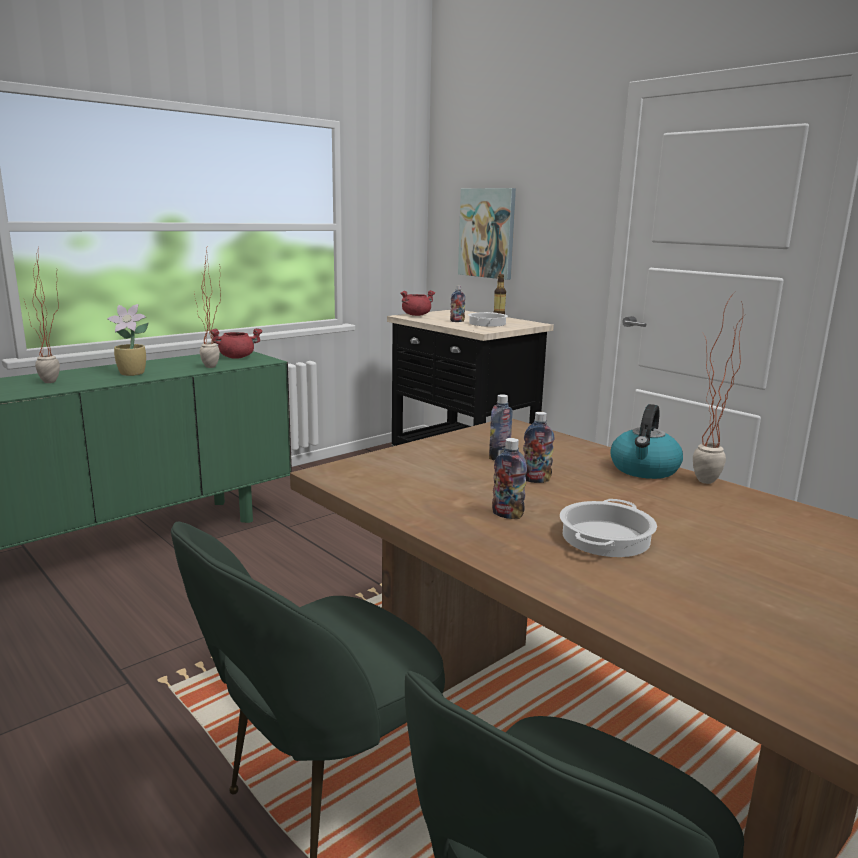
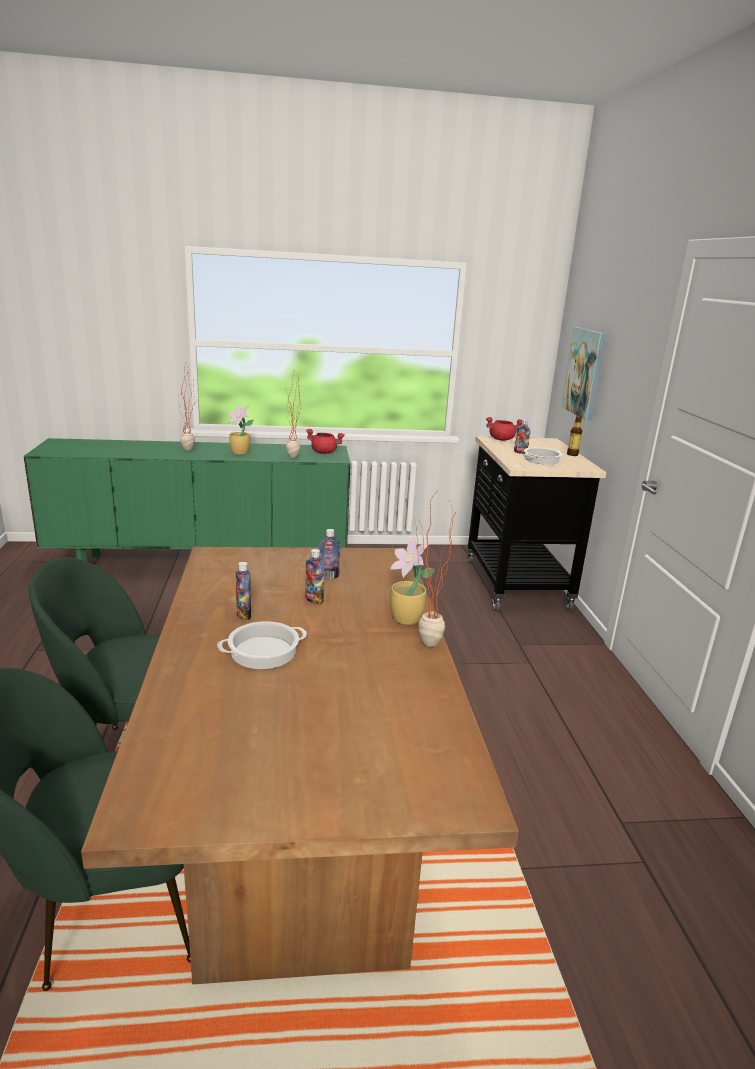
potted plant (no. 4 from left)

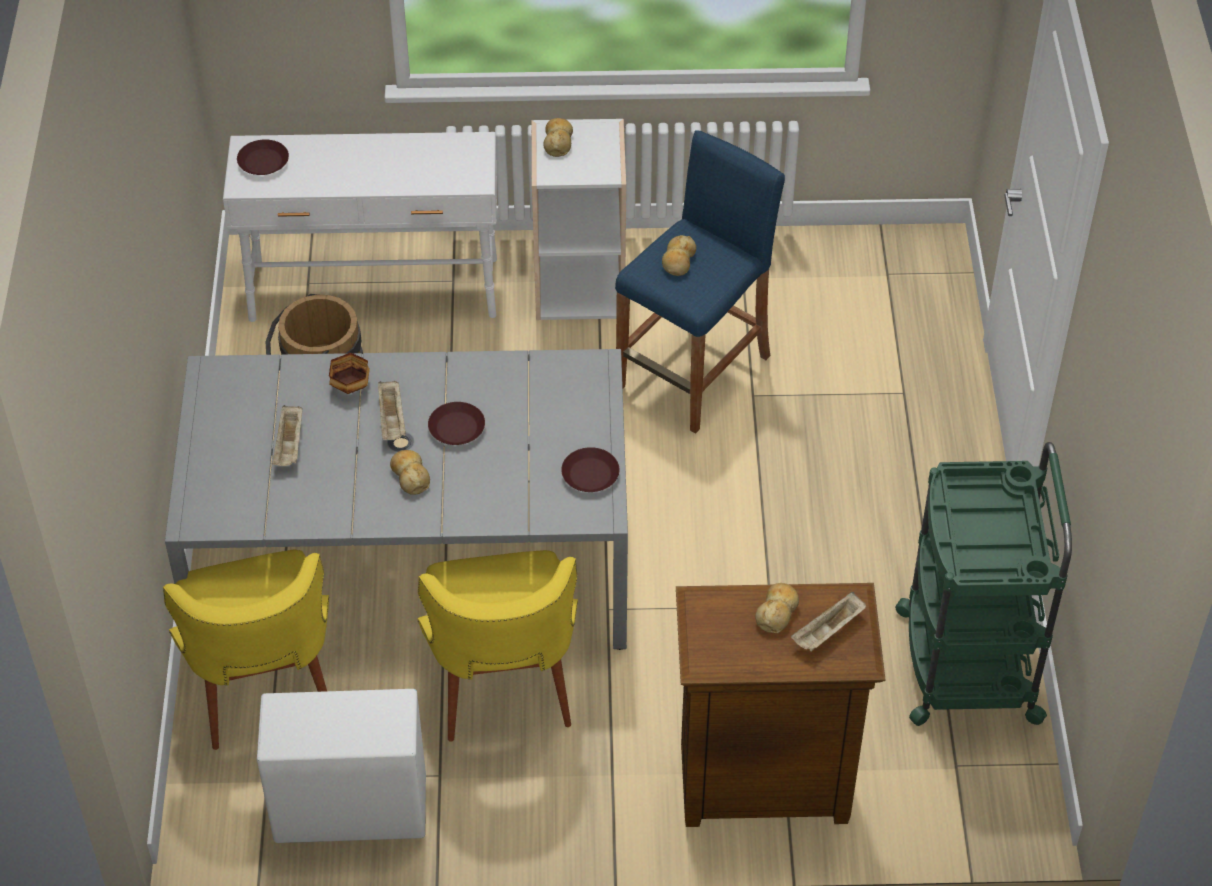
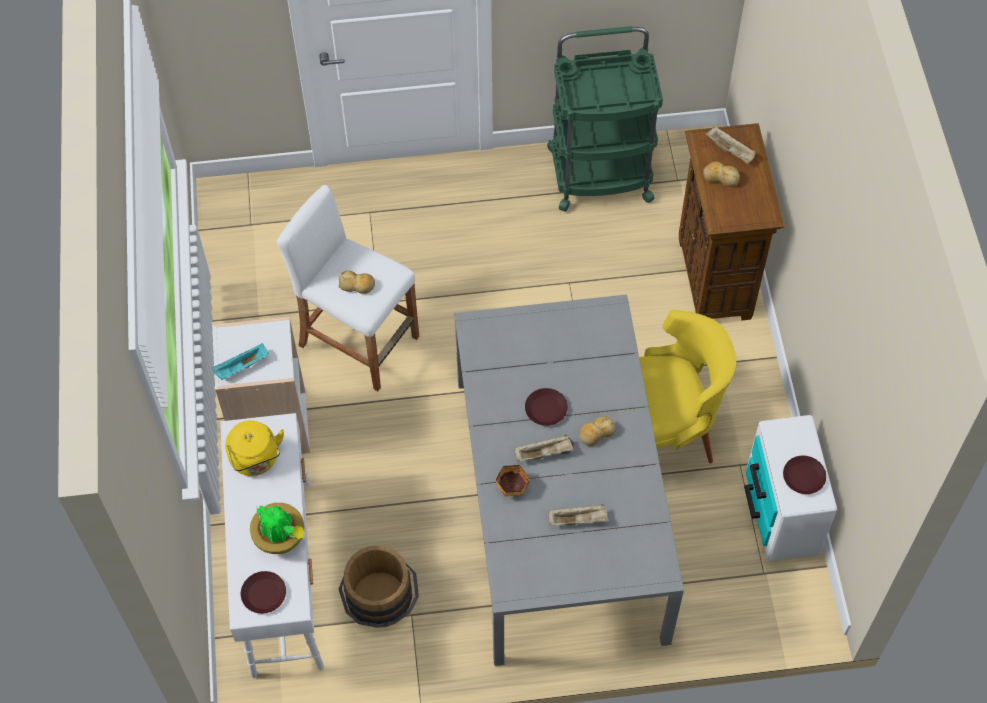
tray in turquoise
stool in white
plate in brown (no. 3 from left)
chair in yellow (no. 1 from left in the first image)
kettle in yellow
potted plant

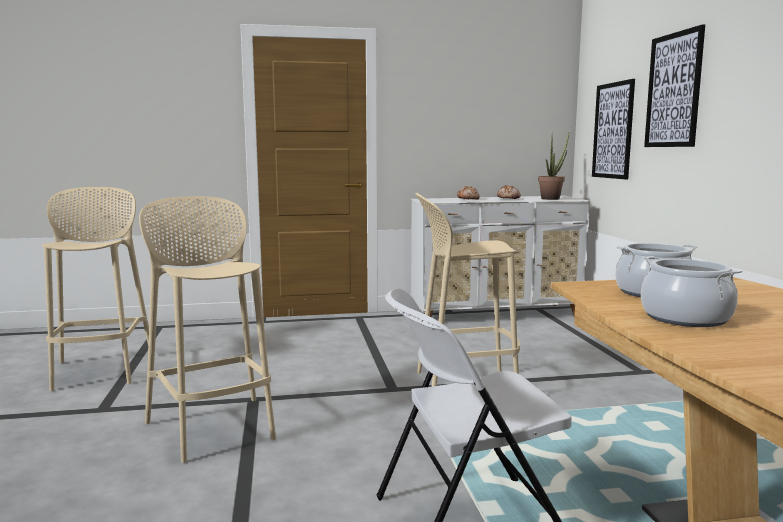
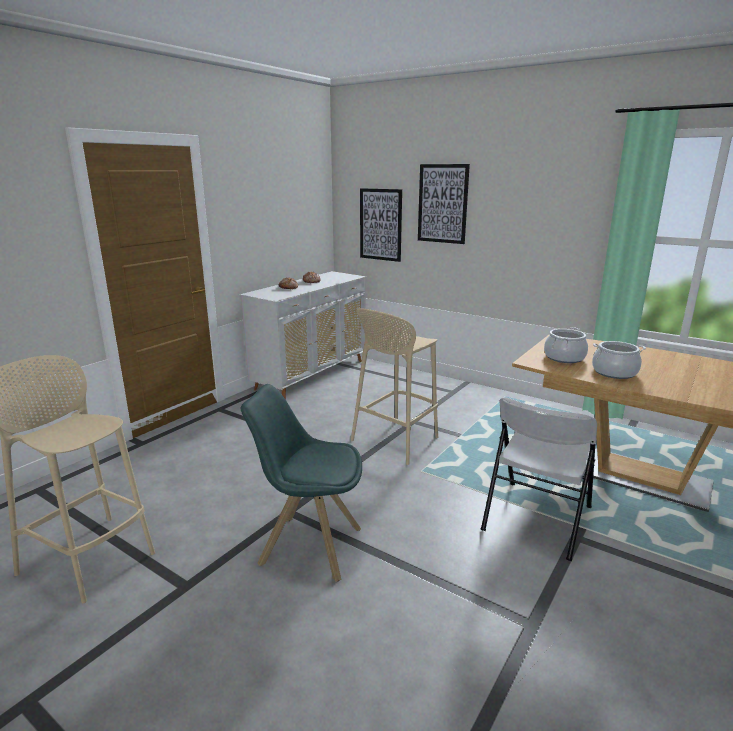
potted plant
chair in turquoise

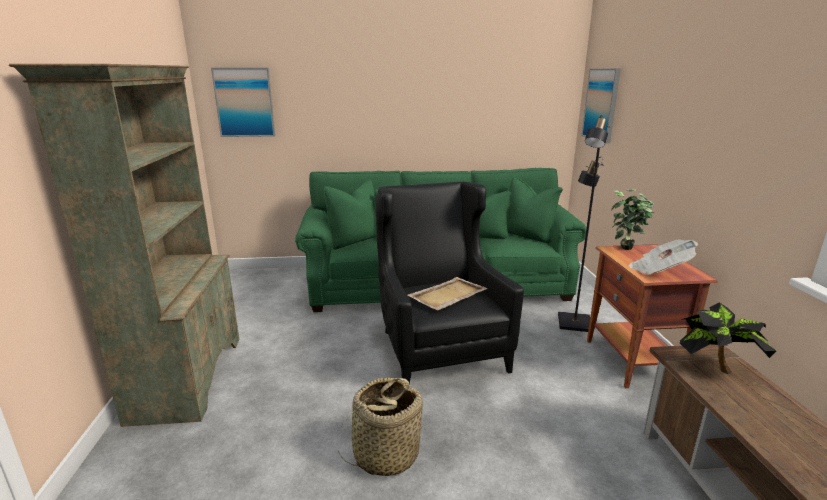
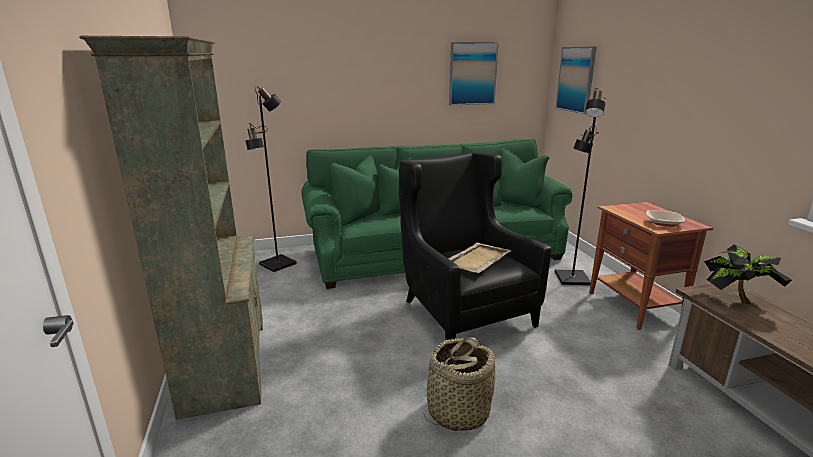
picture (no. 1 from left)
potted plant (no. 1 from left in the first image)
bowl
floor lamp in black (no. 1 from left)

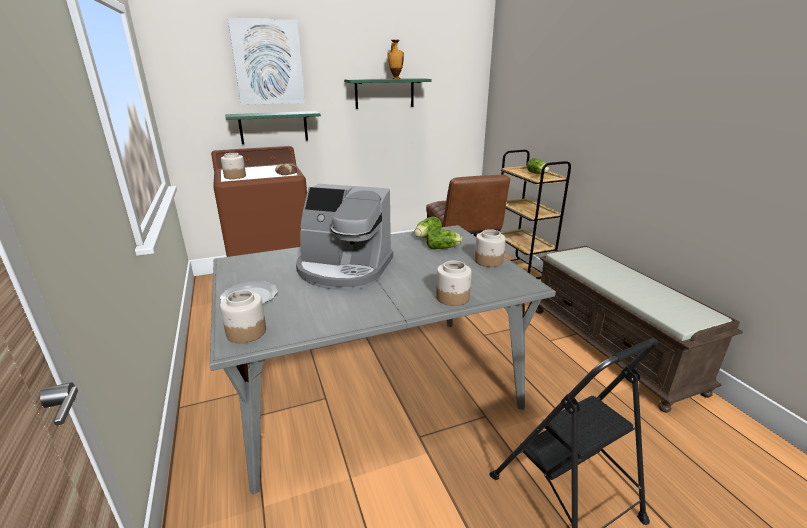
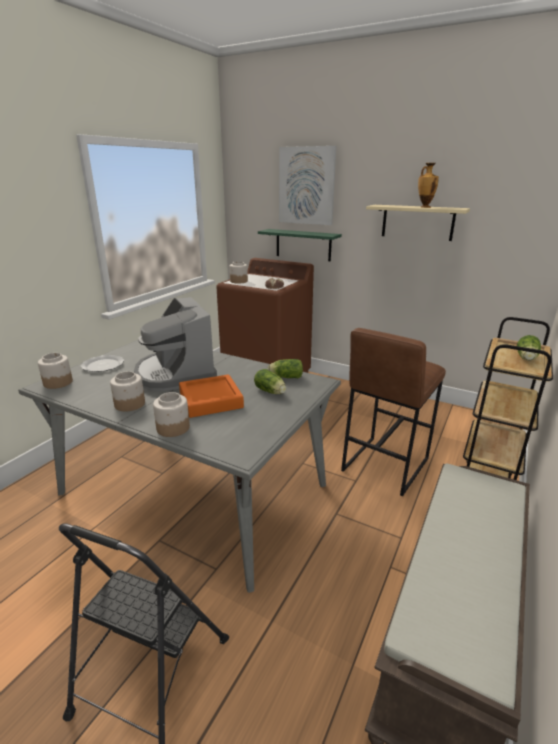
shelf in beige
jar (no. 2 from left)
tray in orange

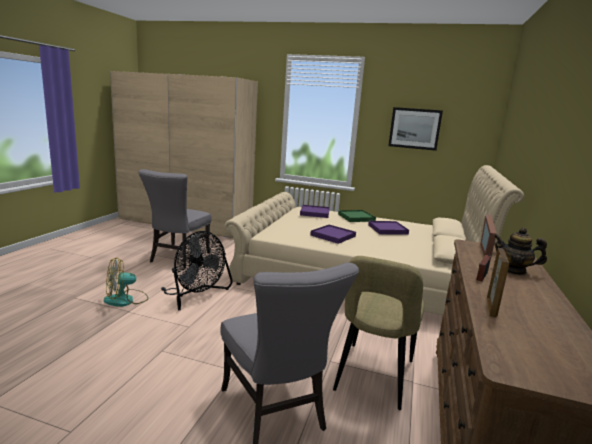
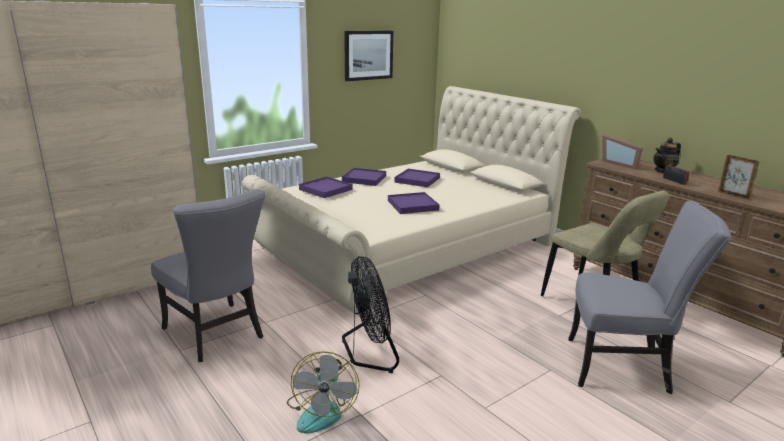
tray in purple (no. 2 from left)

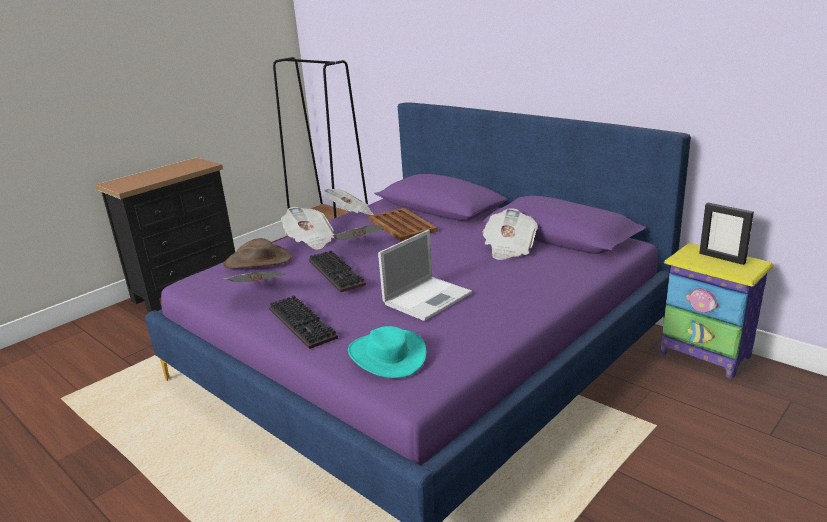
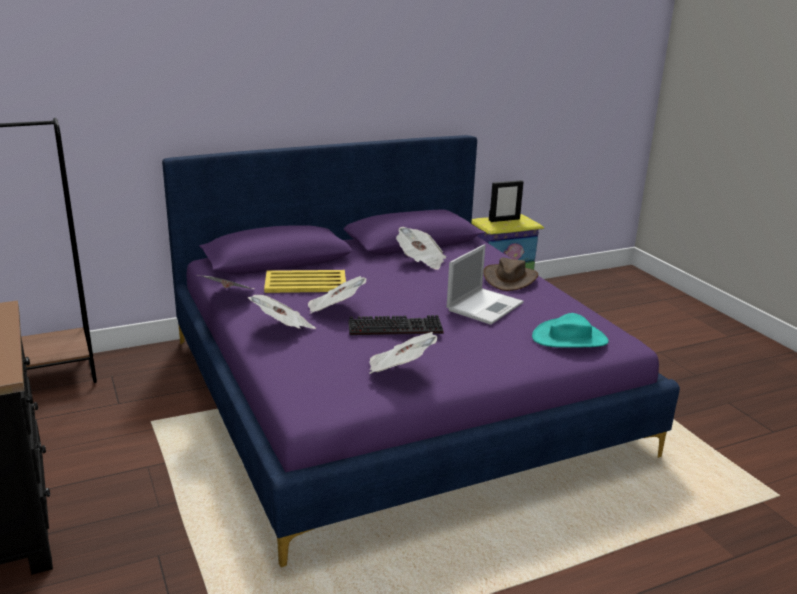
tray in yellow
laptop
hat in brown
keyboard (no. 1 from left in the first image)

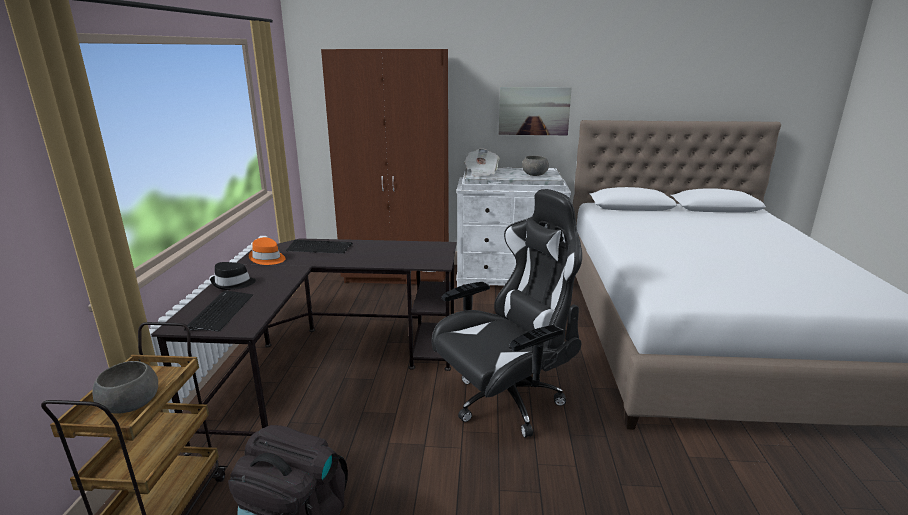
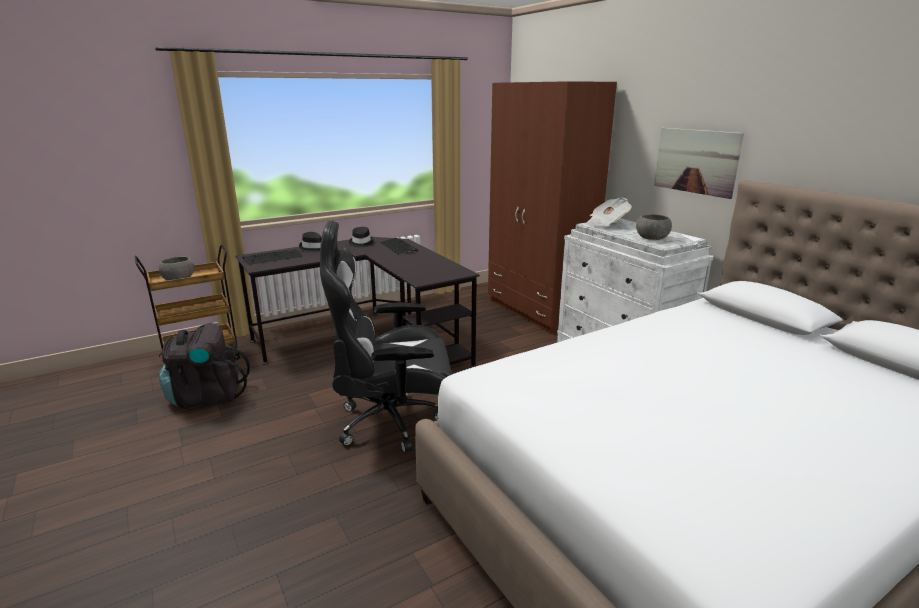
office chair in black
hat in black (no. 2 from left)

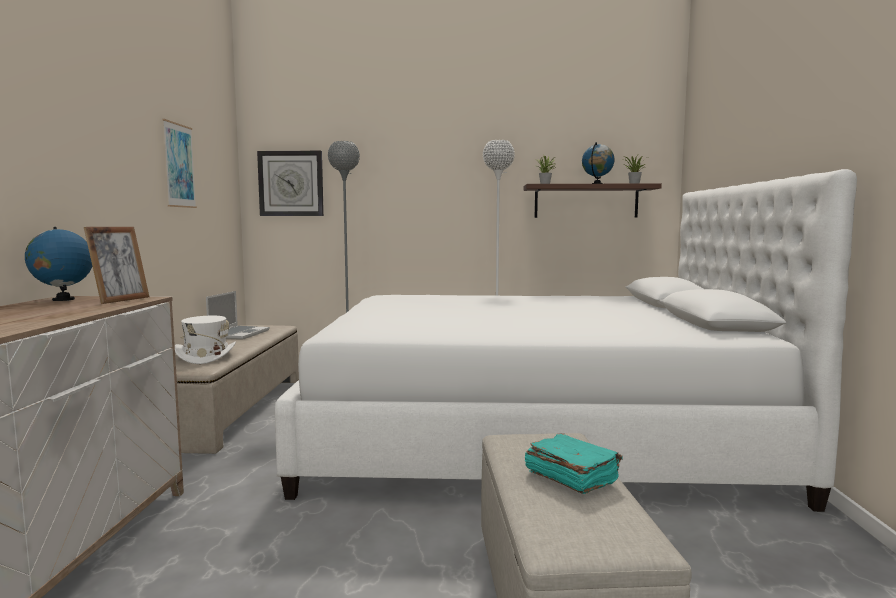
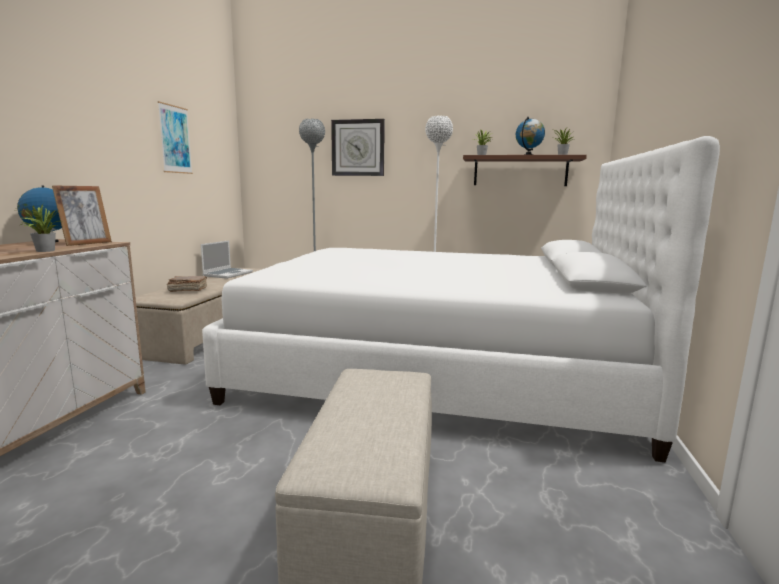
wall clock
book in brown
book in turquoise
potted plant (no. 1 from left)

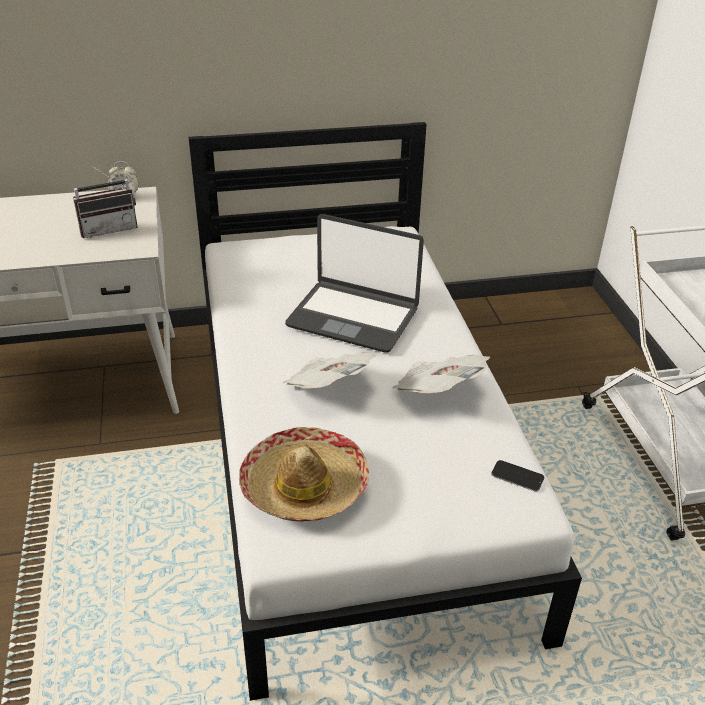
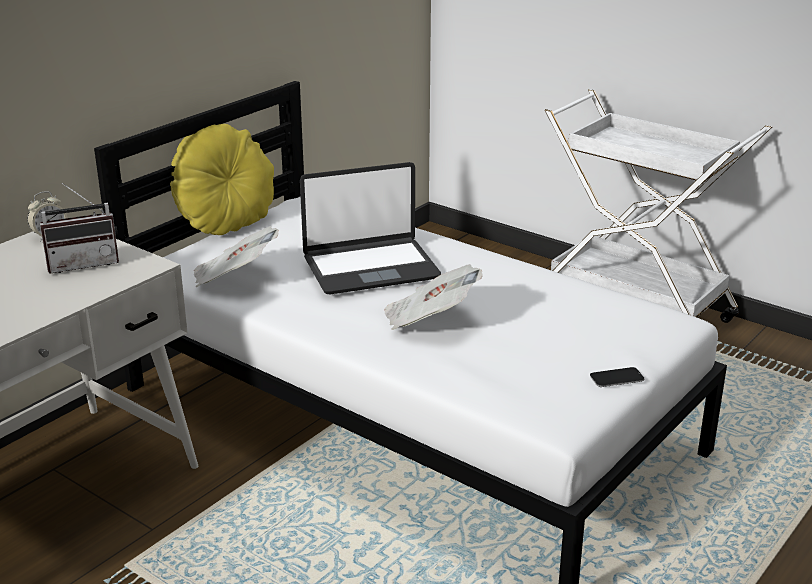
radio
newspaper (no. 1 from left)
hat
phone
pillow in yellow

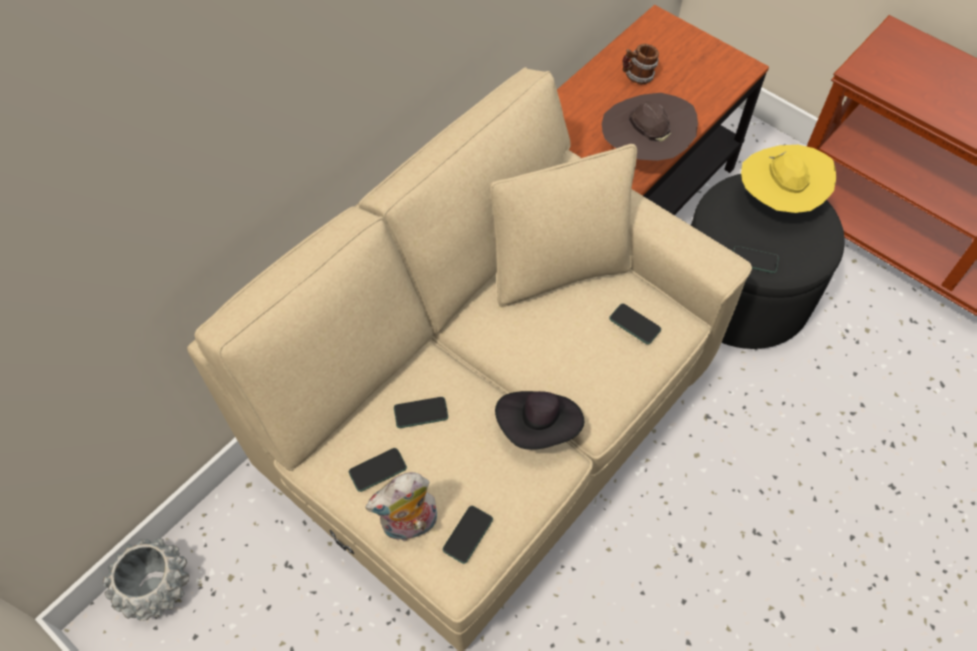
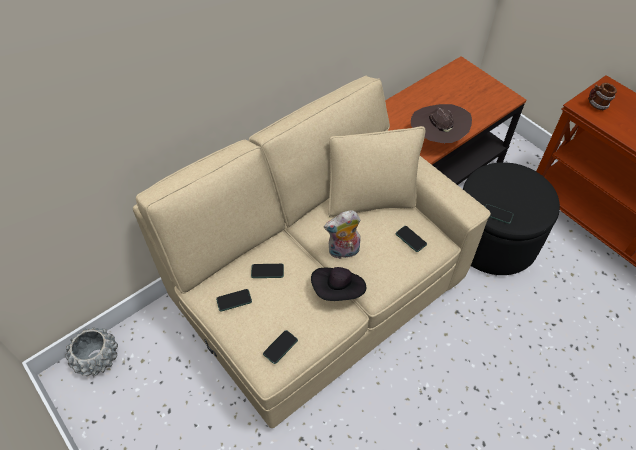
mug
hat in yellow
plush toy

